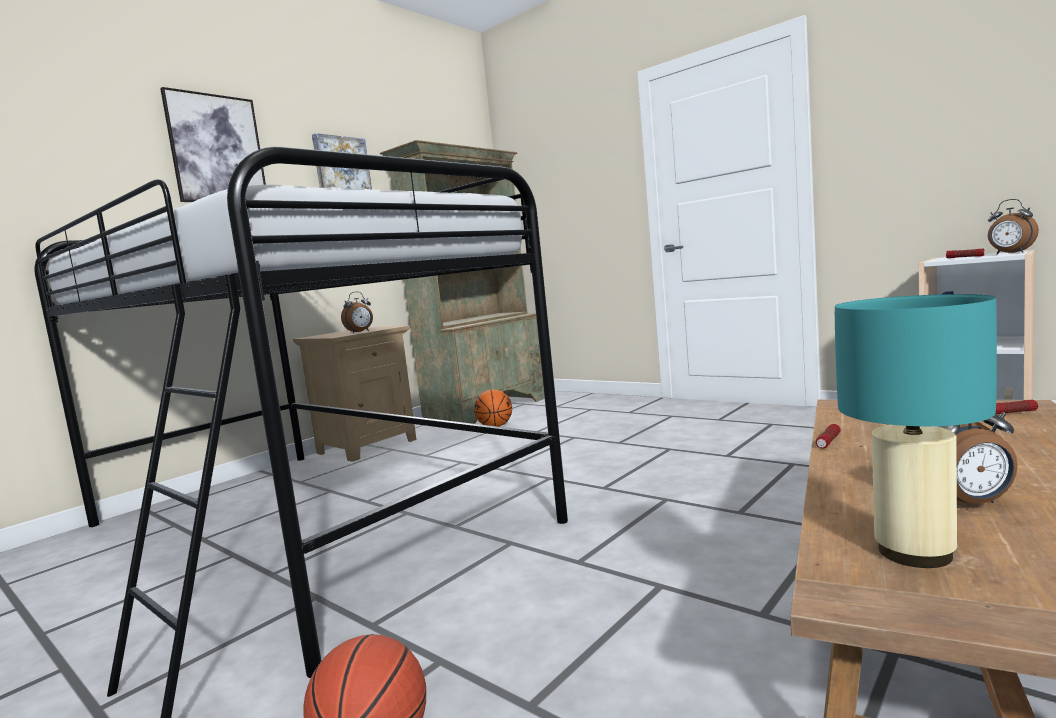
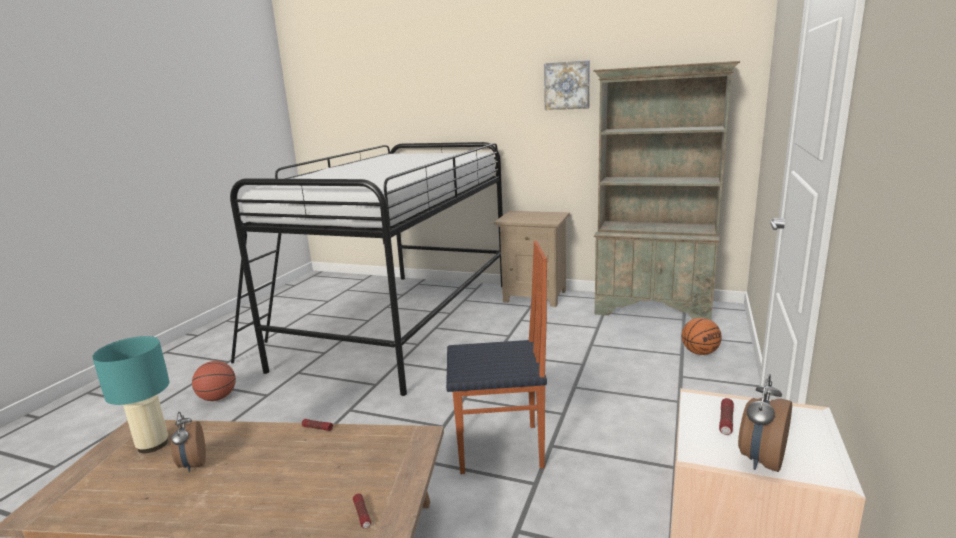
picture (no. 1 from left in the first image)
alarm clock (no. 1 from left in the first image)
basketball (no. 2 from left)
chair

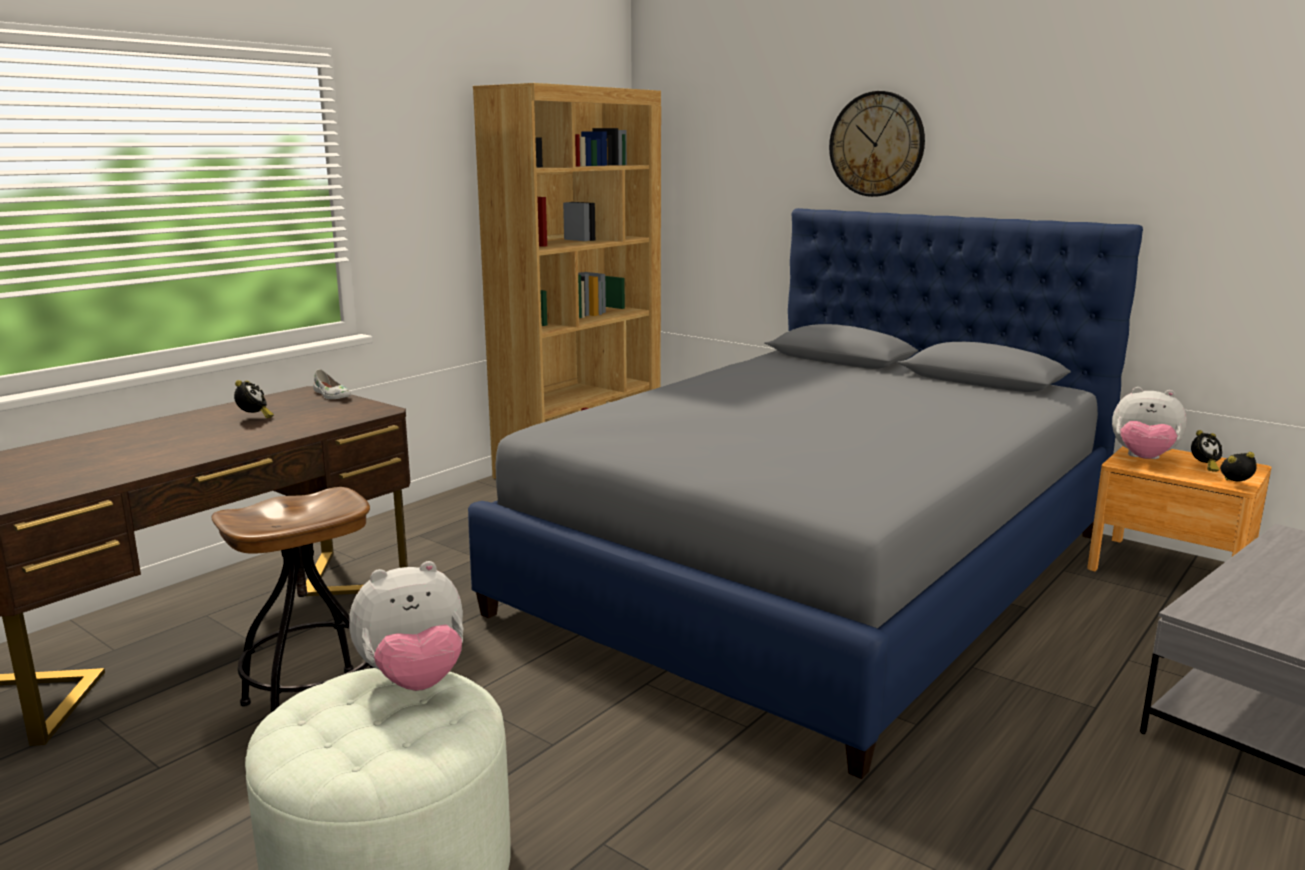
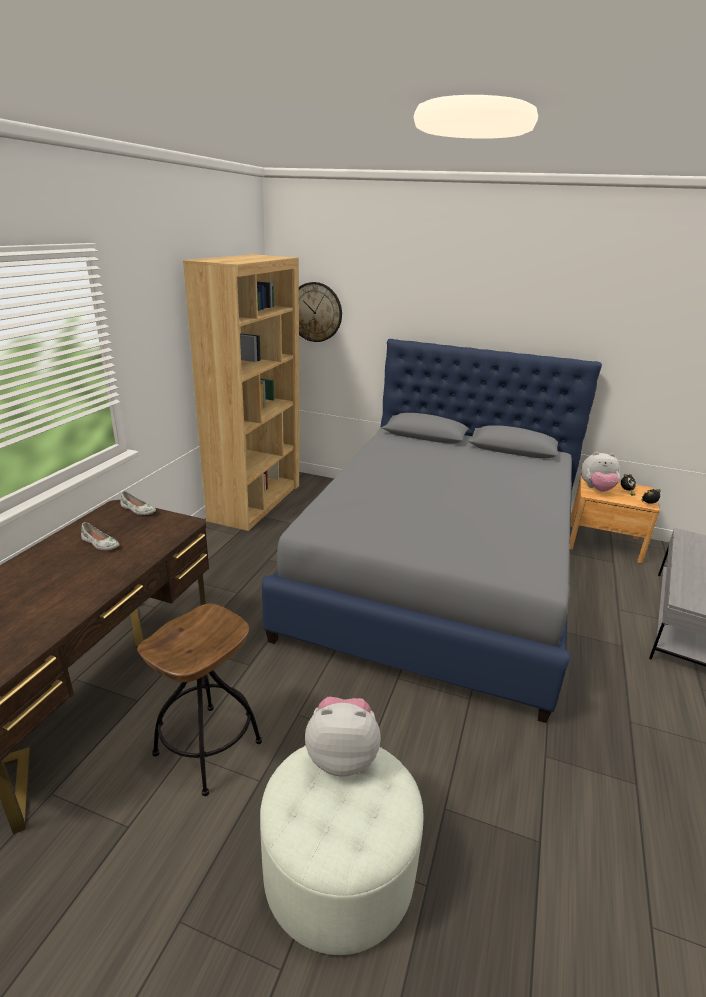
wall clock
shoe in white (no. 1 from left)
plush toy (no. 1 from left)

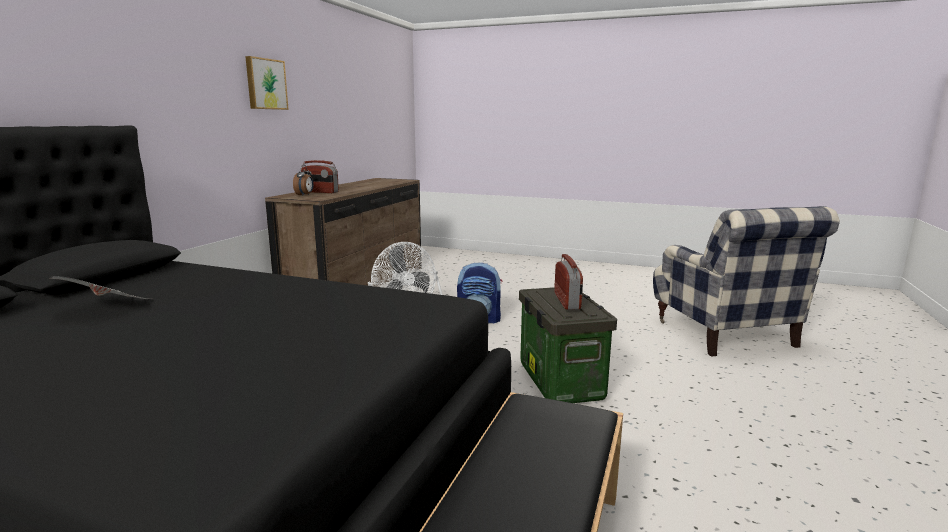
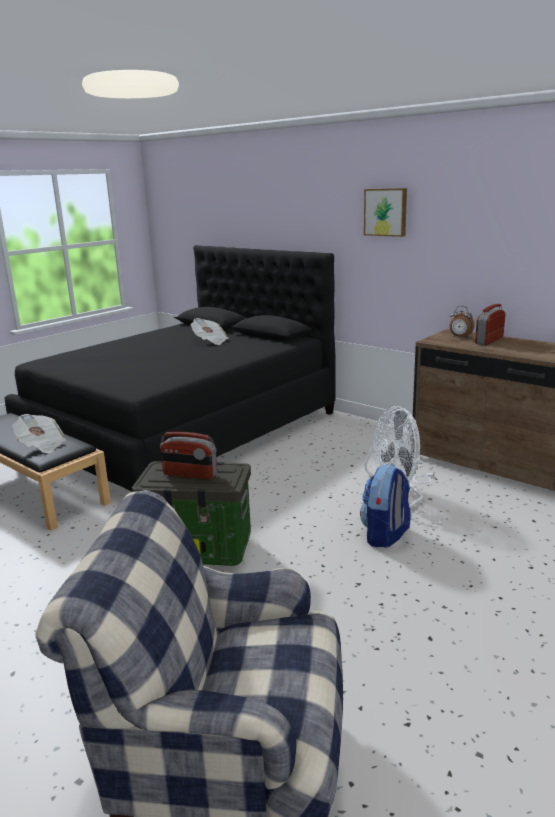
picture
newspaper (no. 1 from left)

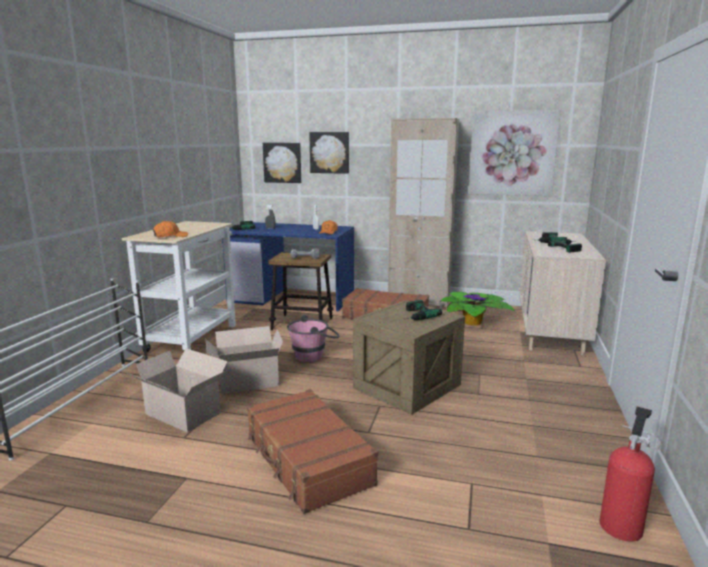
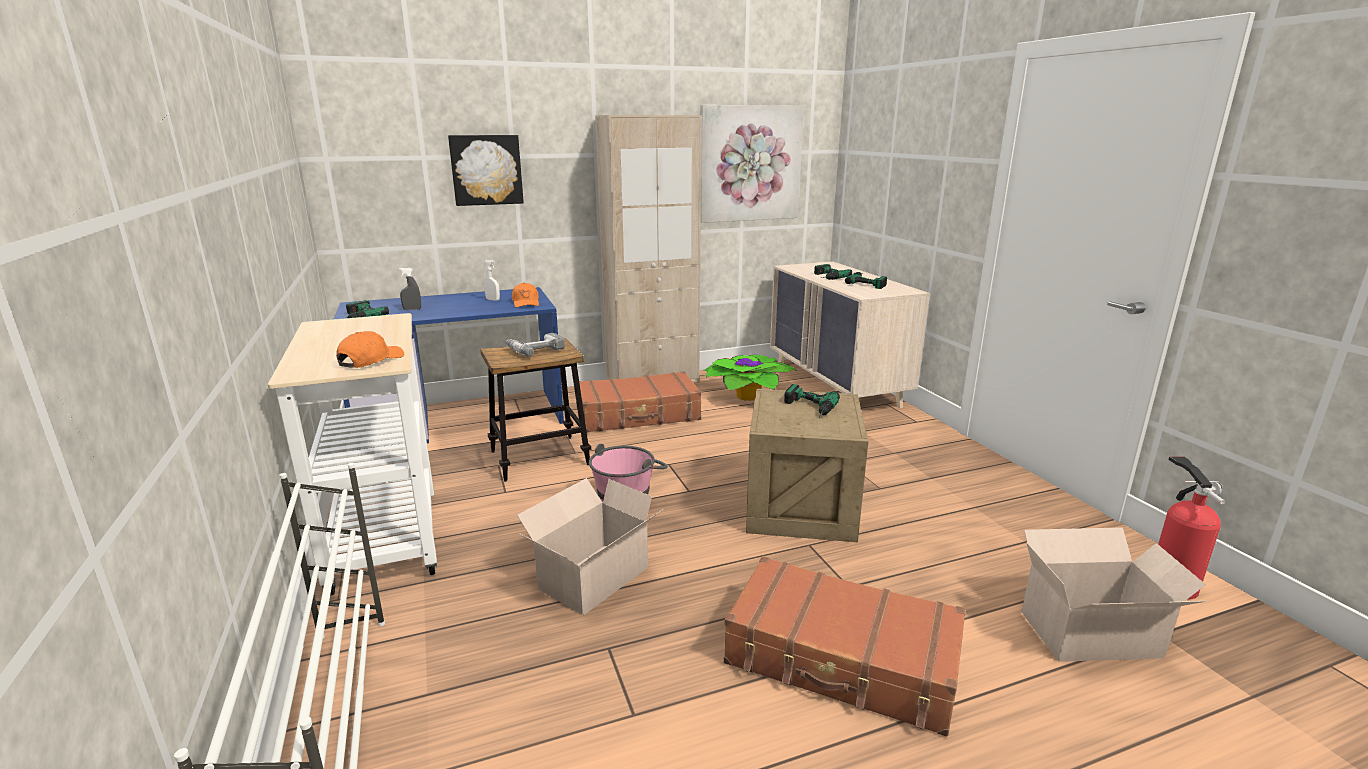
picture (no. 1 from left in the first image)
cardboard box (no. 2 from left)

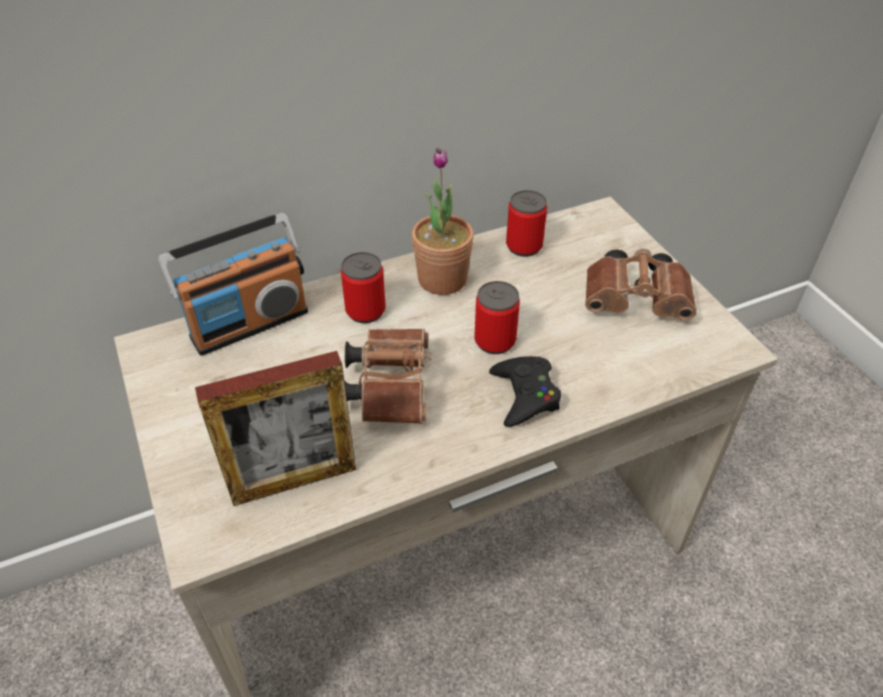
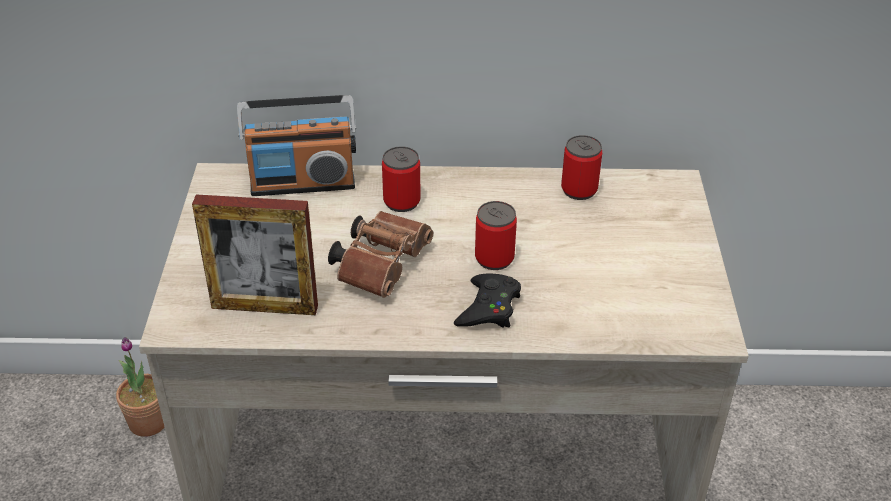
potted plant
binoculars in brown (no. 2 from left in the first image)

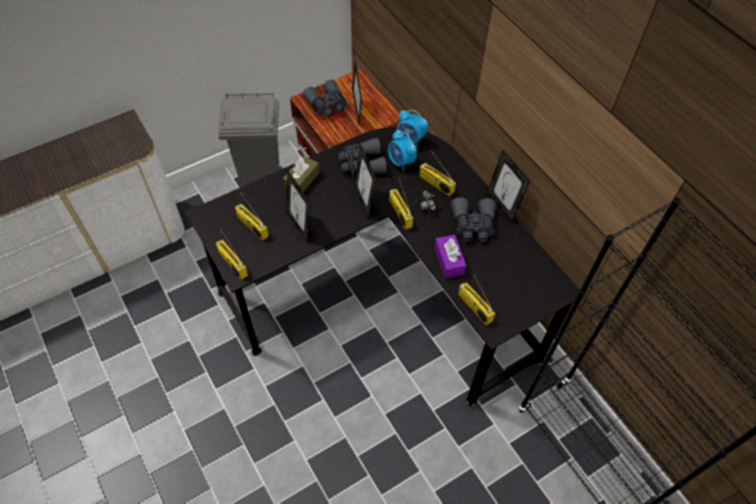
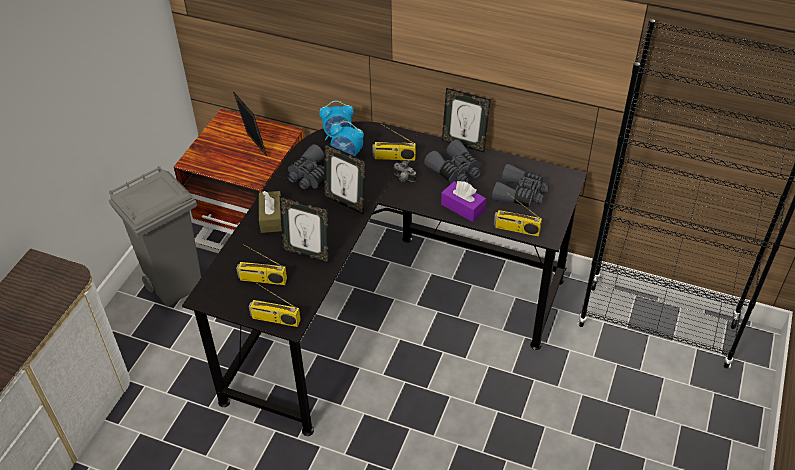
binoculars in grey (no. 3 from left)
radio (no. 3 from left in the first image)

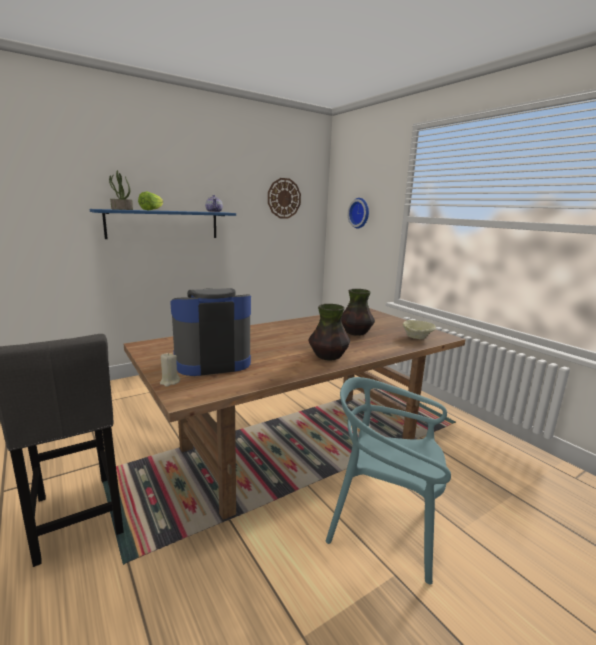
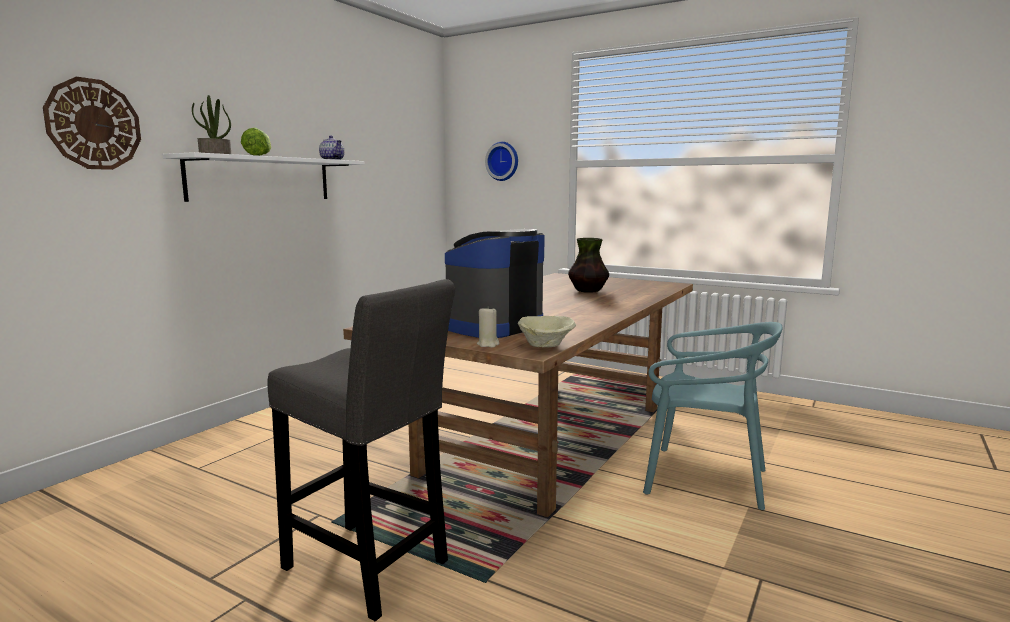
wall clock (no. 1 from left)
shelf in white
vase (no. 1 from left in the first image)
bowl in beige
chair in turquoise

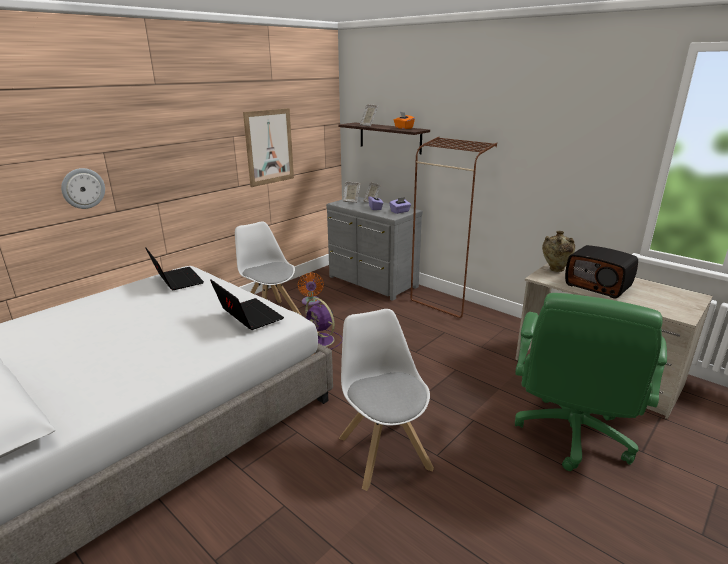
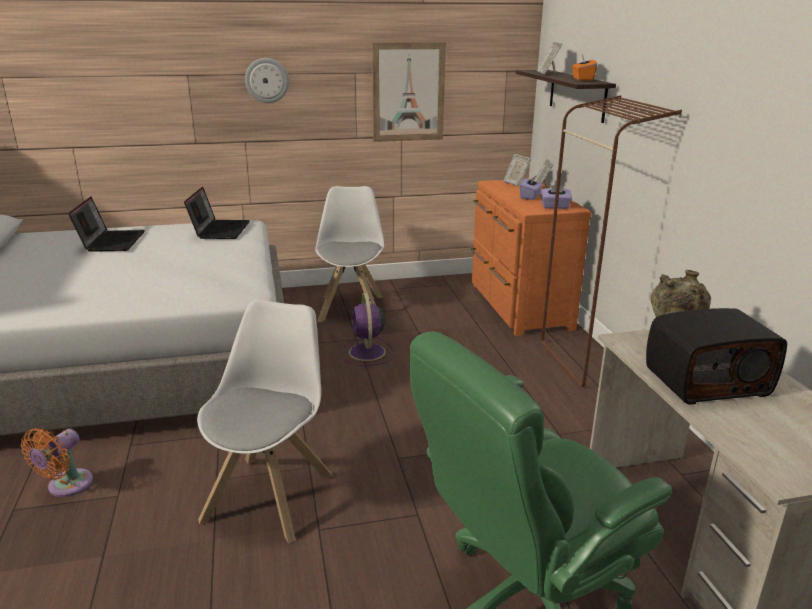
wall clock
dresser in orange
radio
fan in orange
laptop (no. 1 from left)

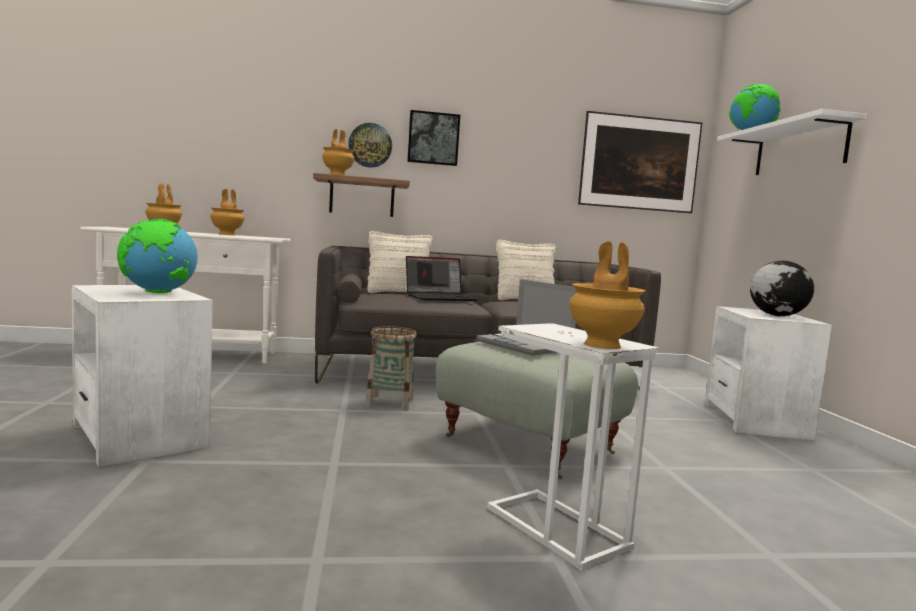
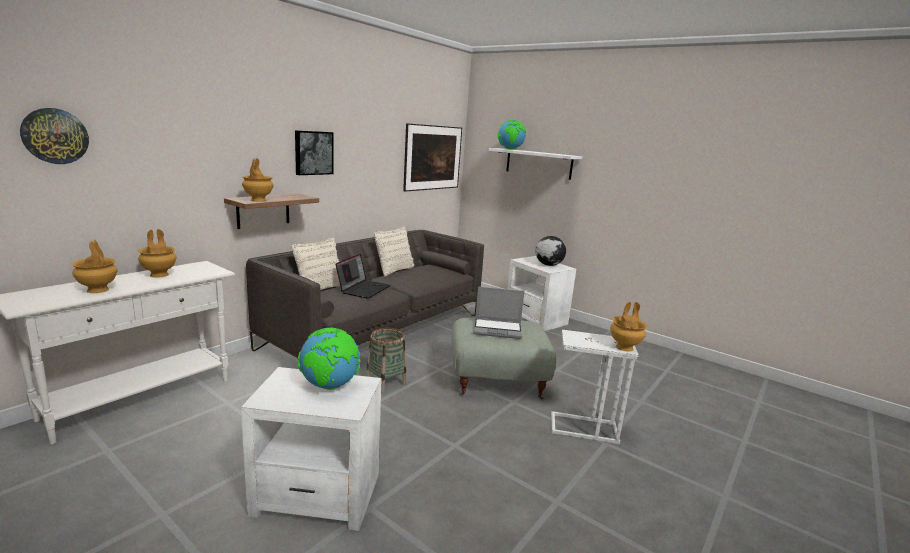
wall clock

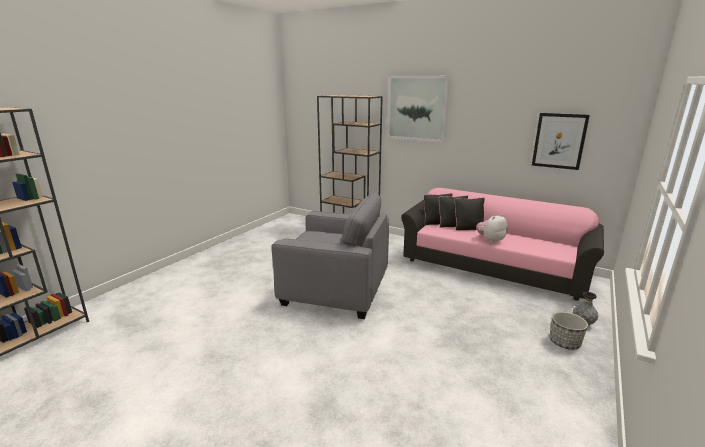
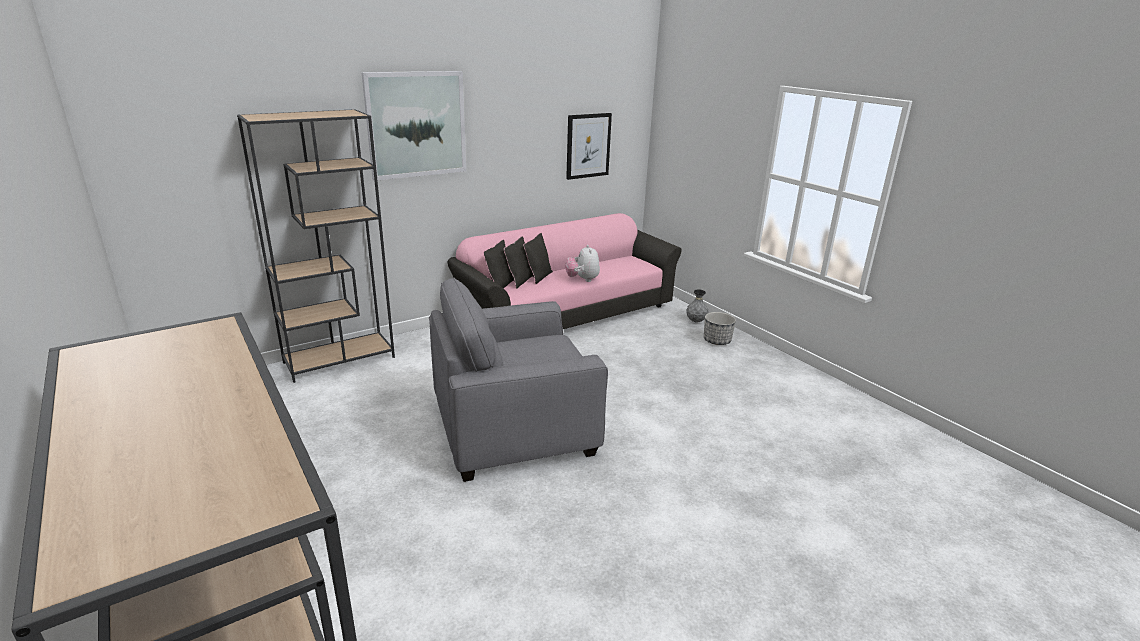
armchair in grey

